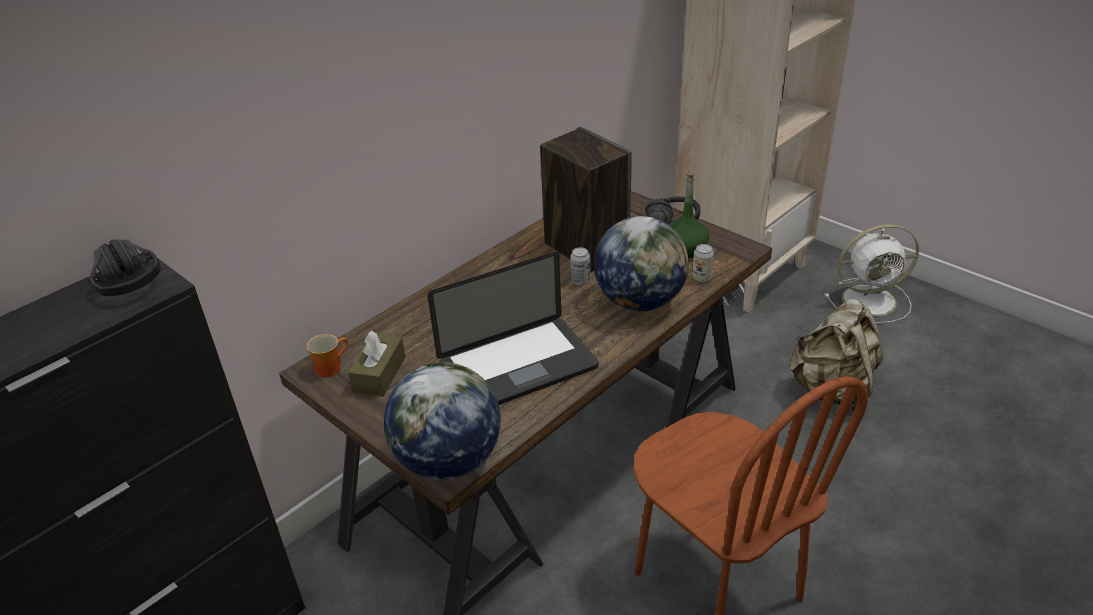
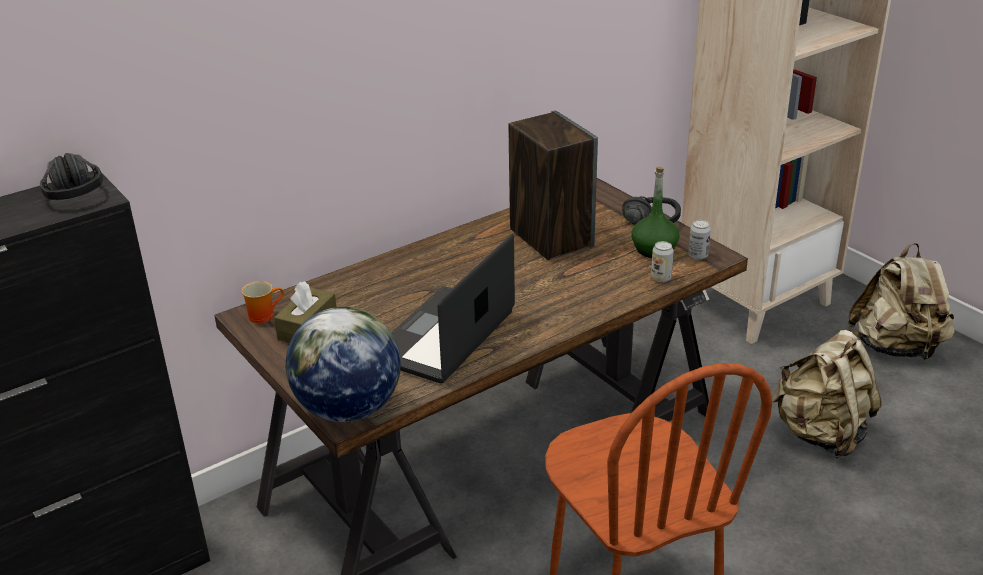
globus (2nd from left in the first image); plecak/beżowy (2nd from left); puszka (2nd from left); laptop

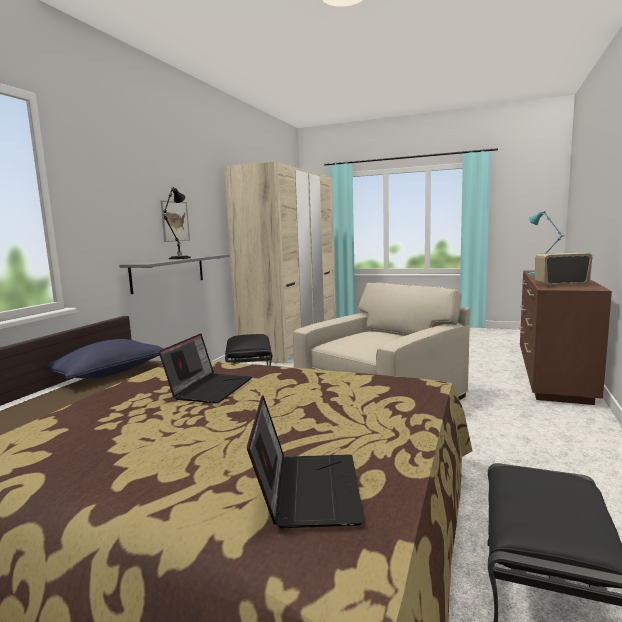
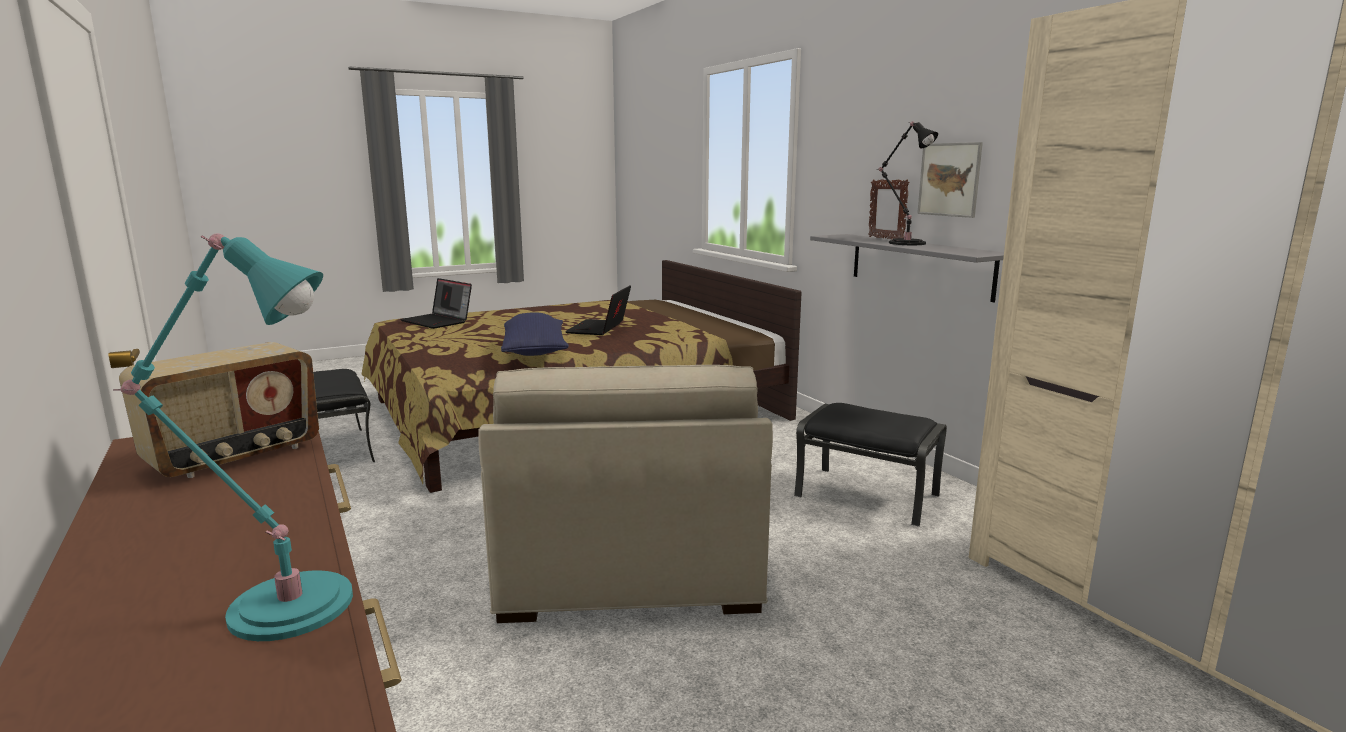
laptop (2nd from left); poduszka/niebieski; ramka na zdjęcie

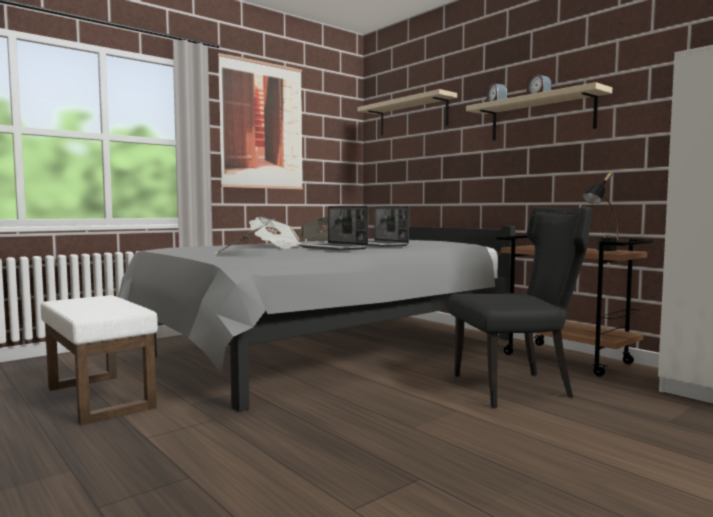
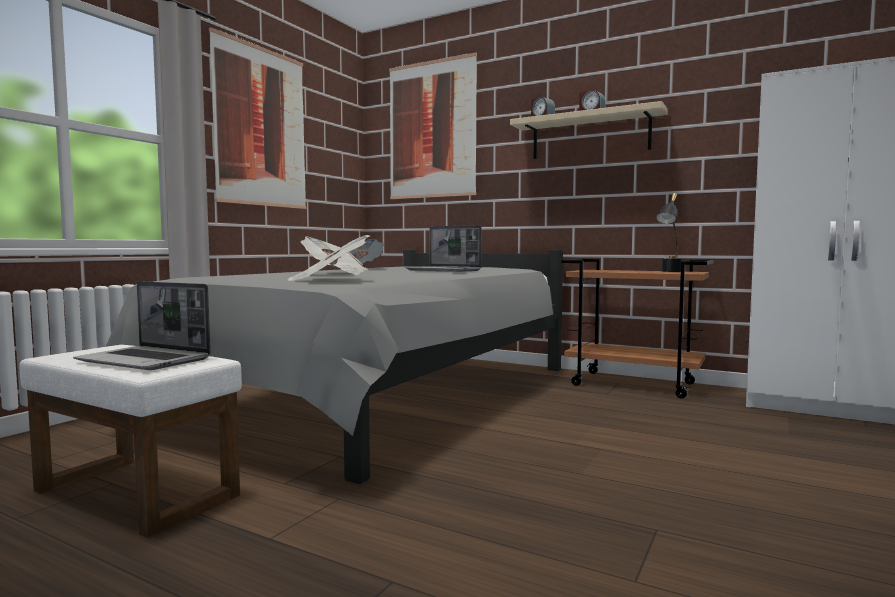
obraz (2nd from left); laptop (1st from left); krzesło/czarny

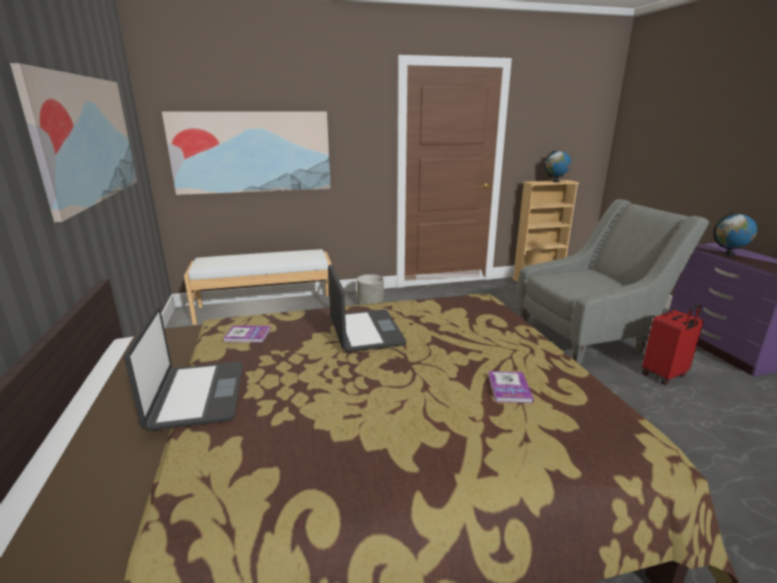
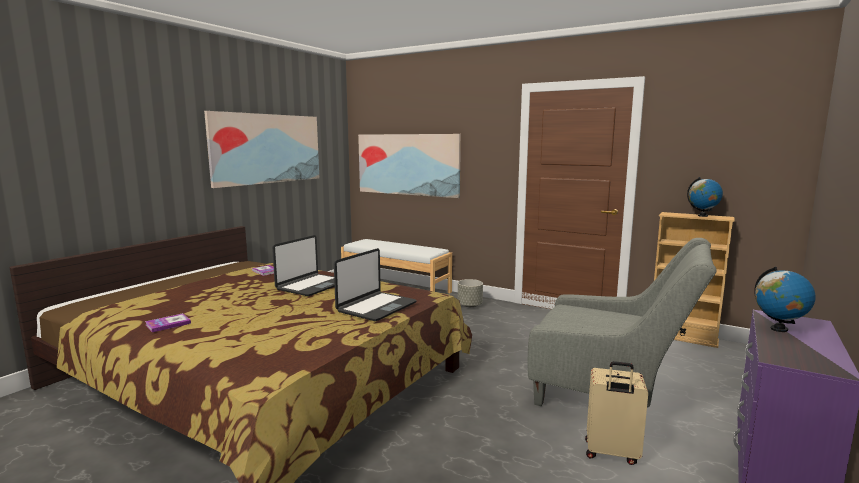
walizka/beżowy; laptop (2nd from left); książka (1st from left)

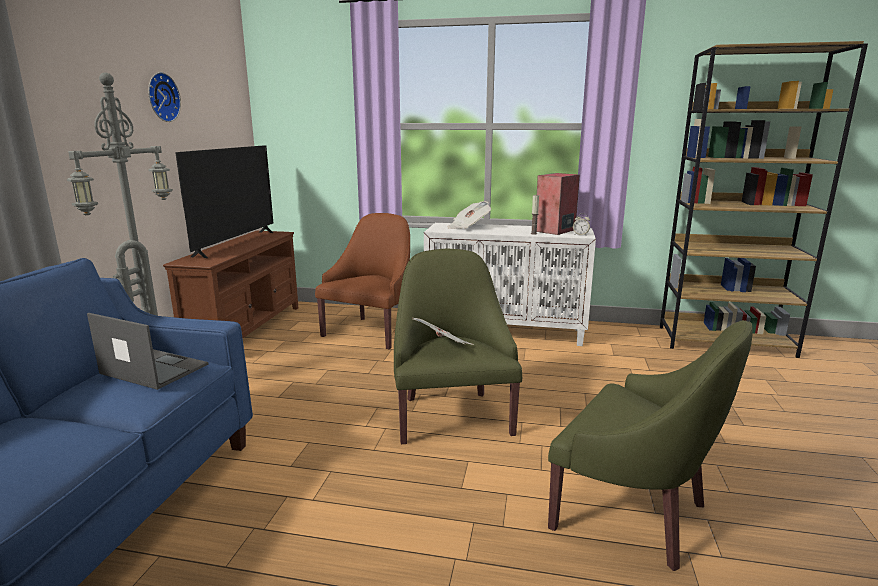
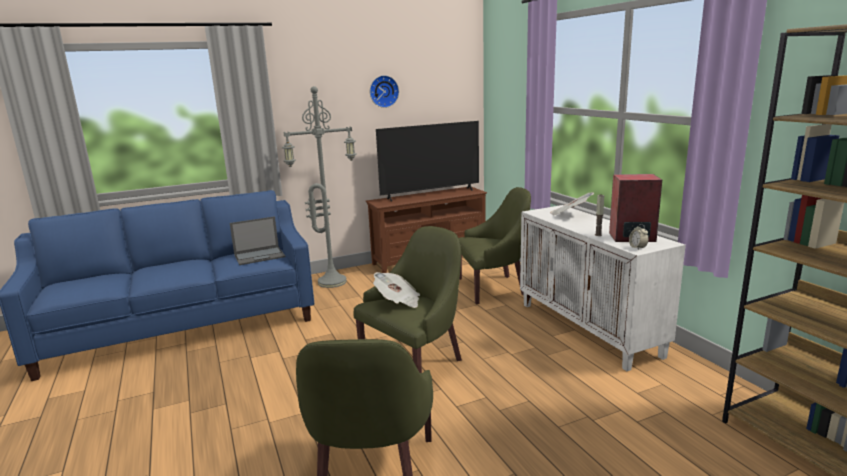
fotel/zielony (3rd from left); laptop

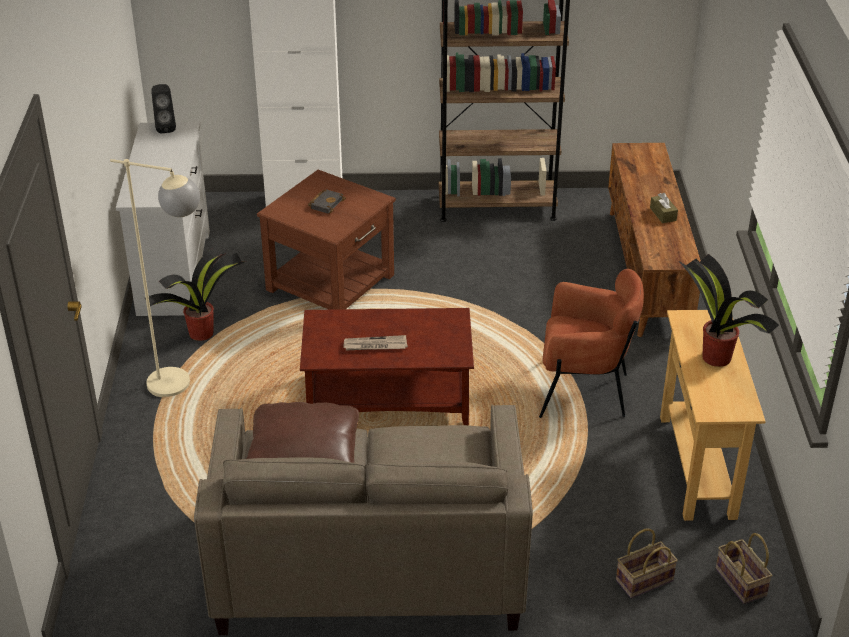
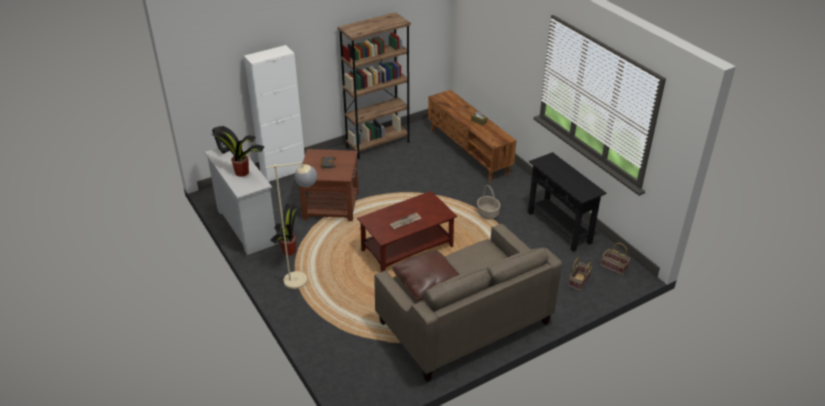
roślina doniczkowa (1st from left); koszyk (1st from left); stolik konsolowy/czarny

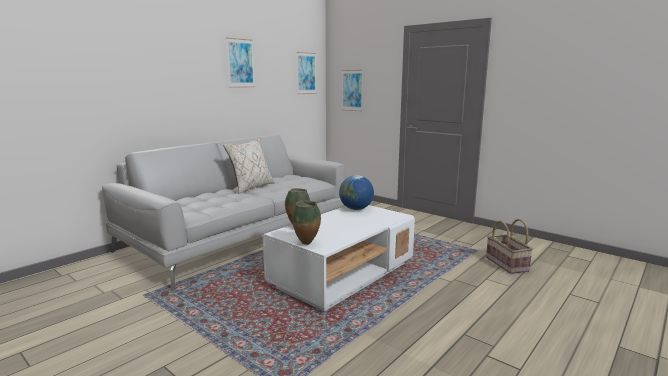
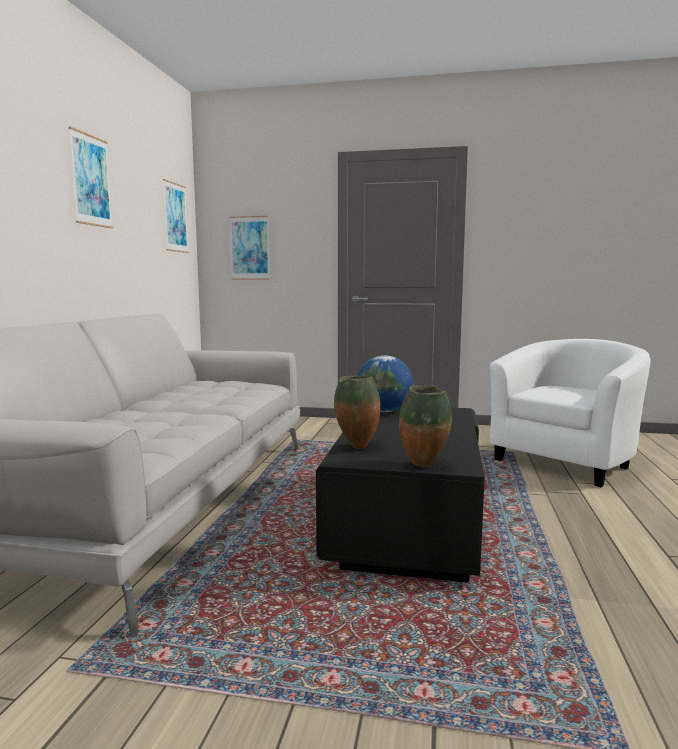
poduszka/beżowy; ława/czarny; fotel/biały

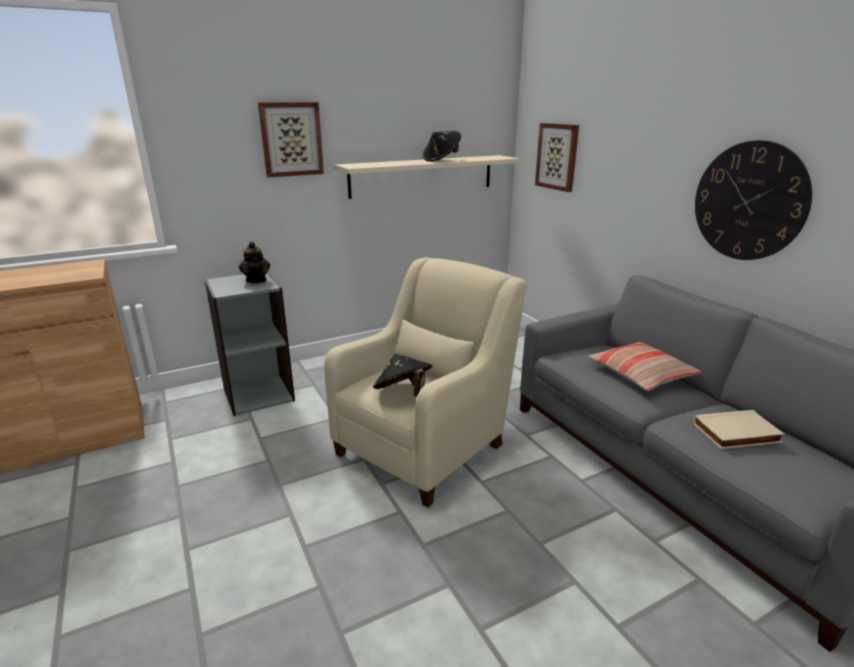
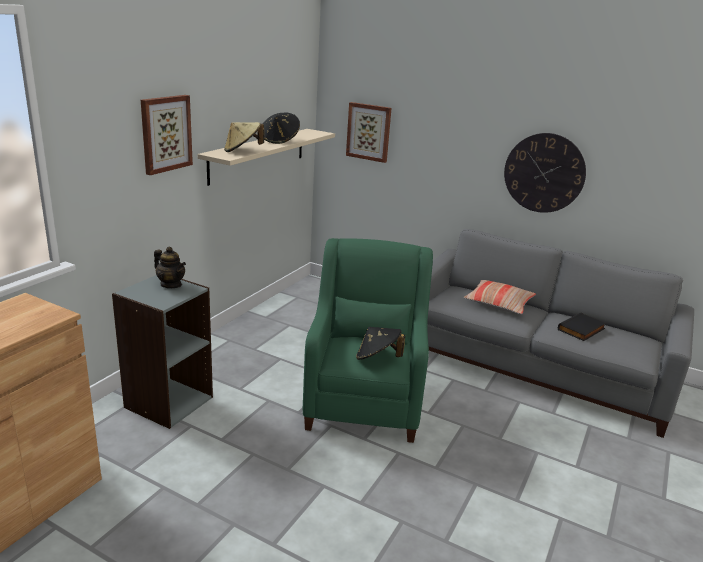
fotel/zielony; książka/czarny; kapelusz/beżowy

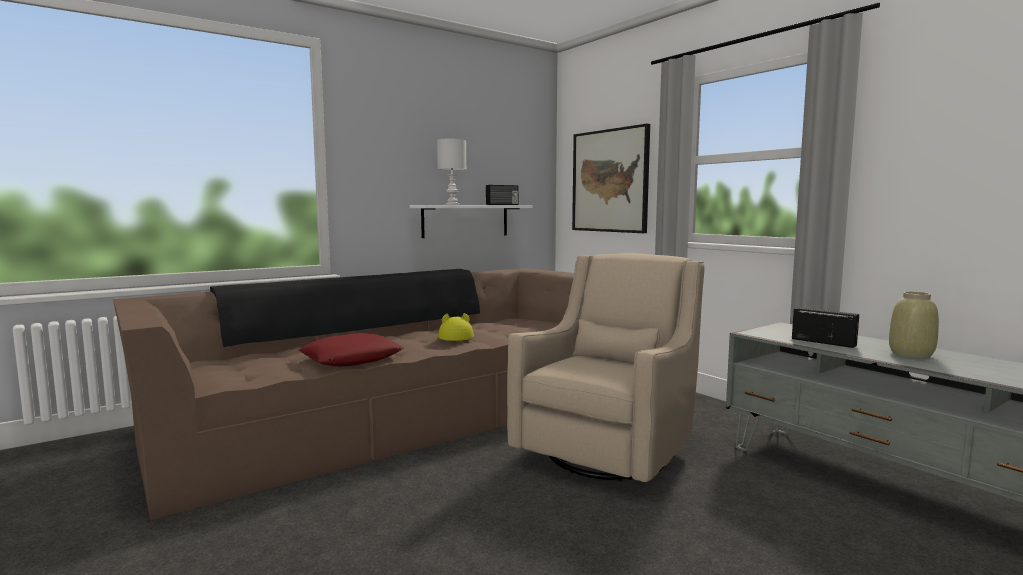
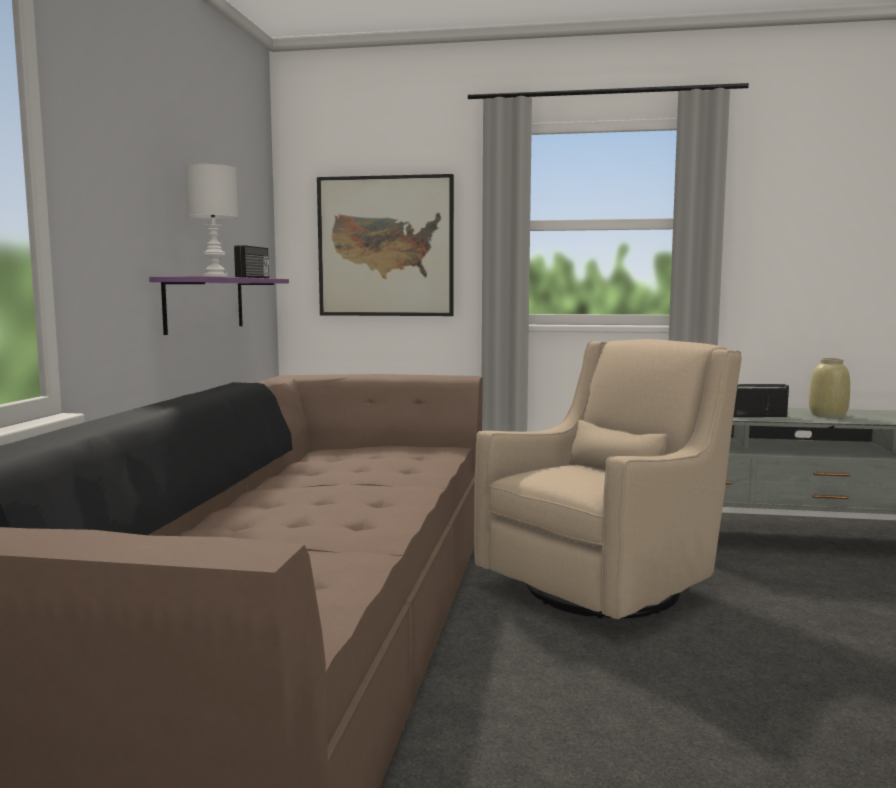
półka/fioletowy; fotel/beżowy; kapelusz/żółty; poduszka/czerwony

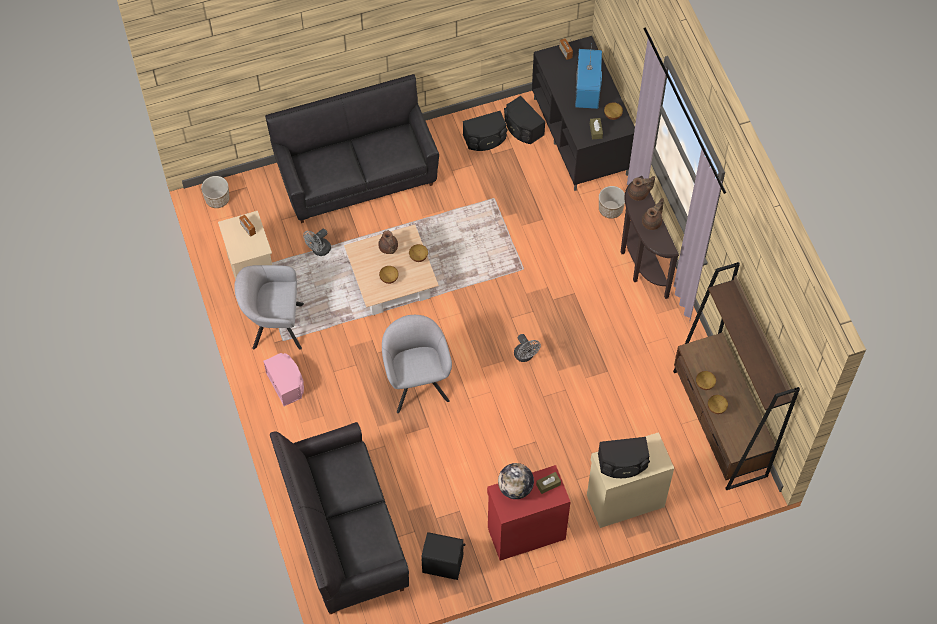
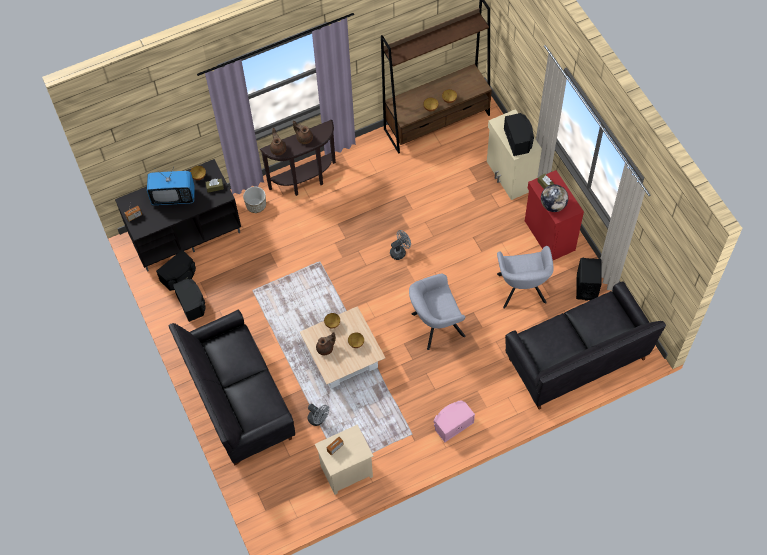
donica (1st from left in the first image); fotel/szary (2nd from left)

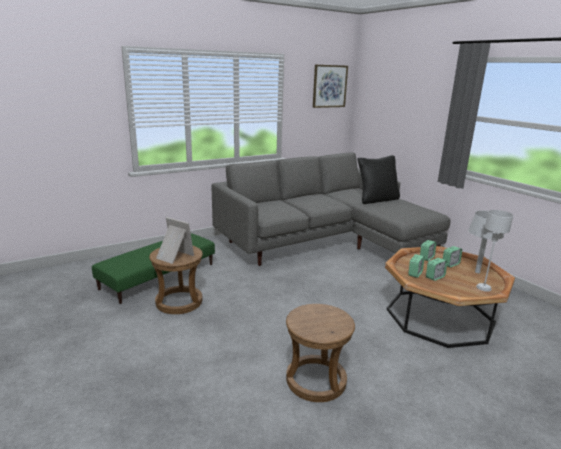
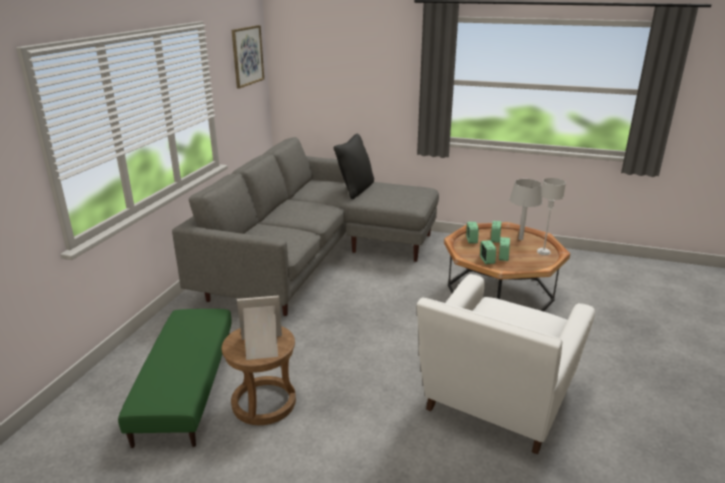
fotel/biały

